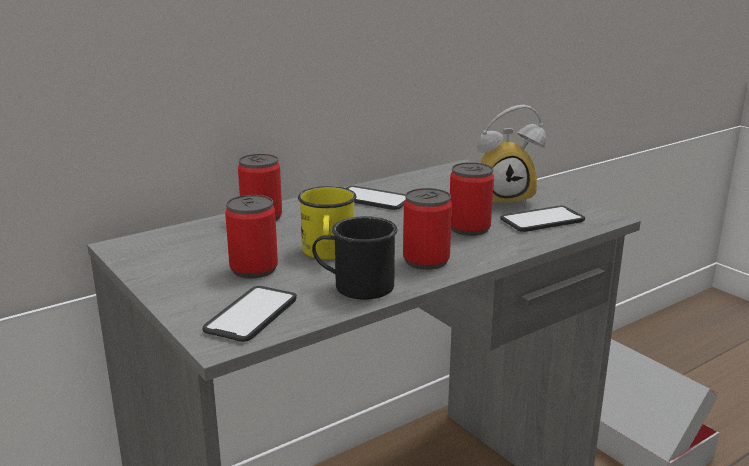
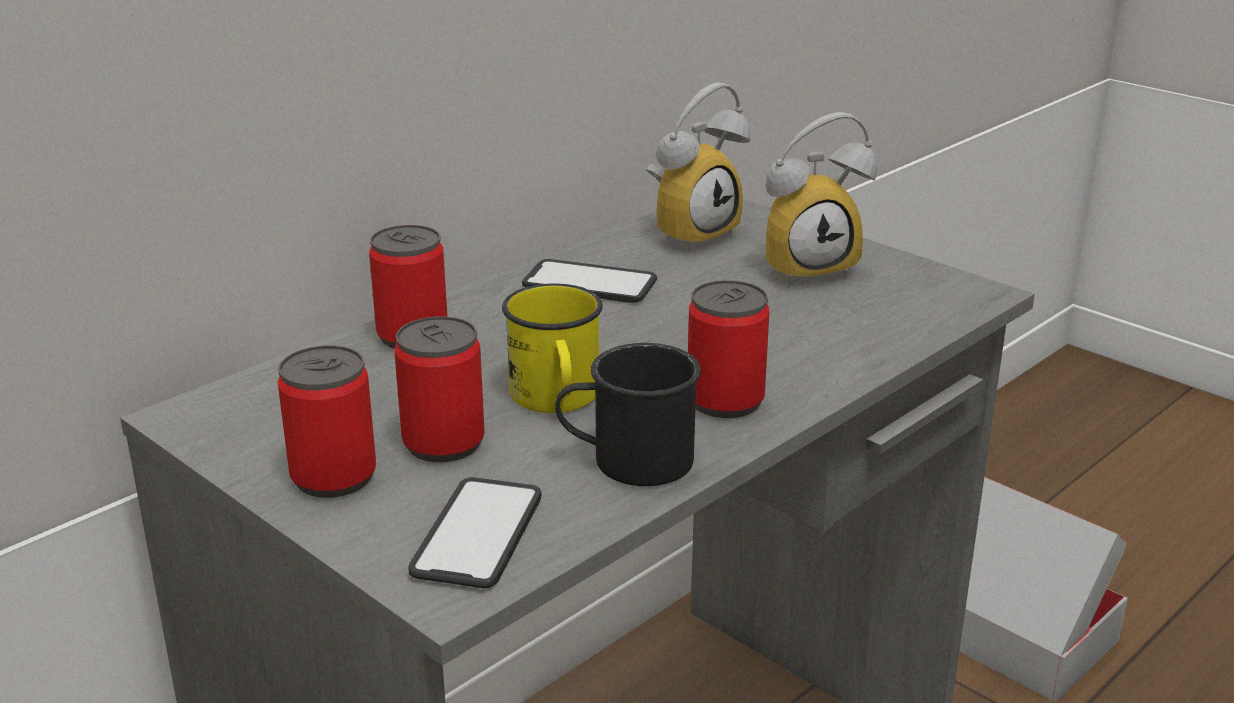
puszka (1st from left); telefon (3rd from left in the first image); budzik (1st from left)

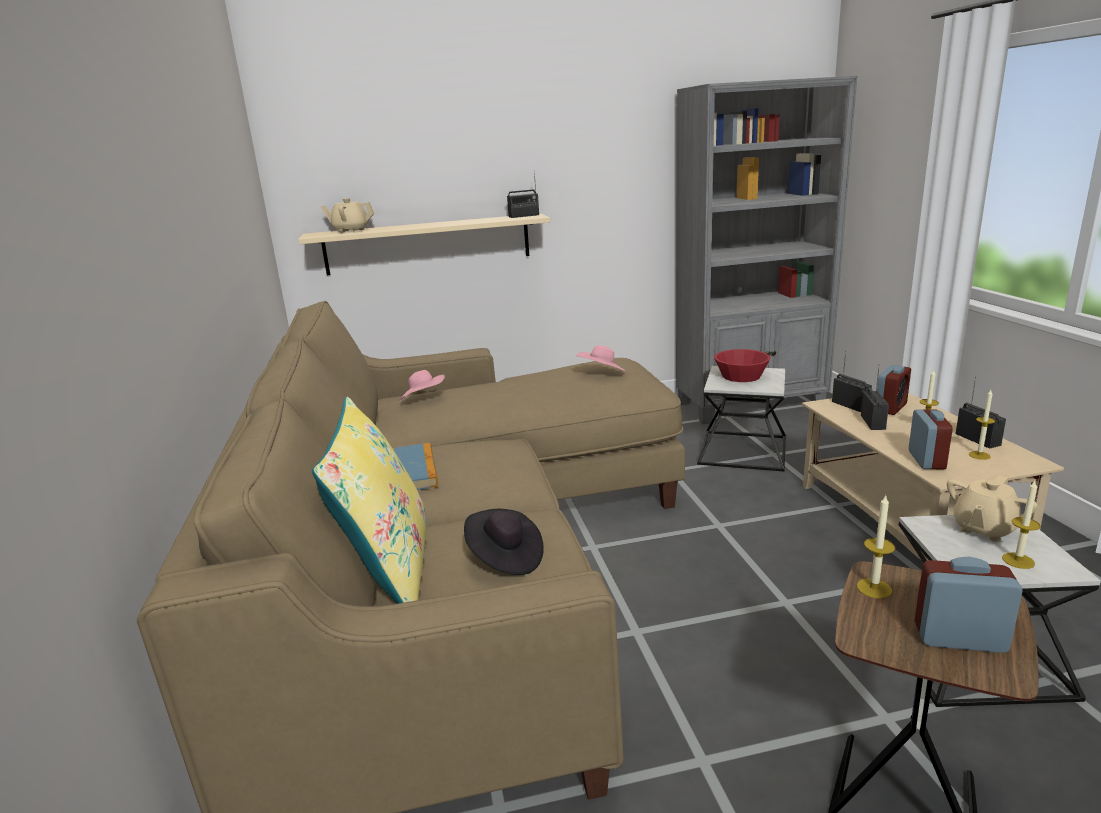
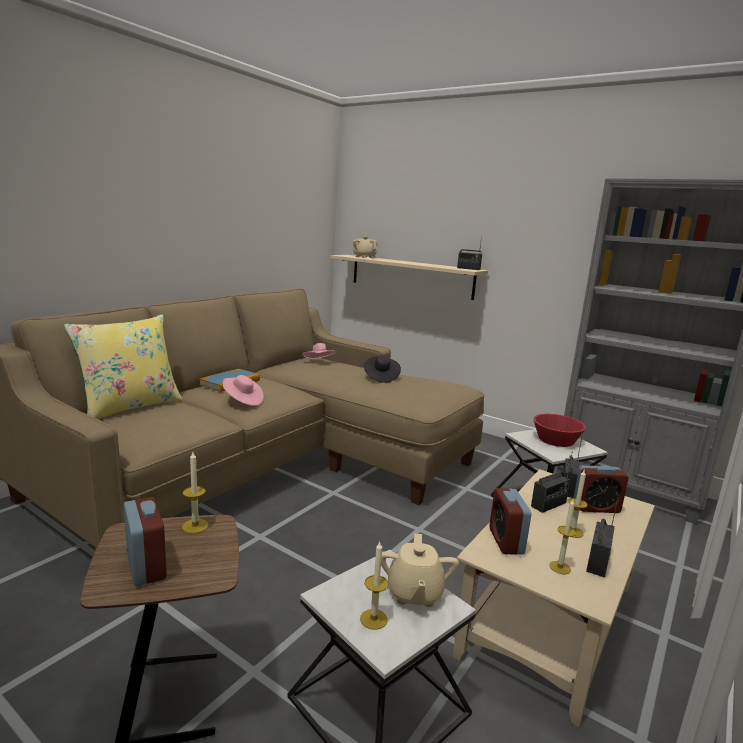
kapelusz/różowy (1st from left); budzik (2nd from left); imbryk/beżowy (2nd from left); kapelusz/czarny

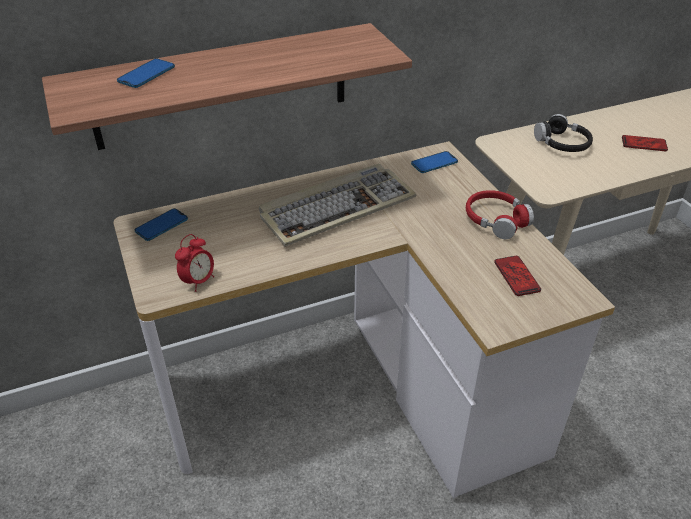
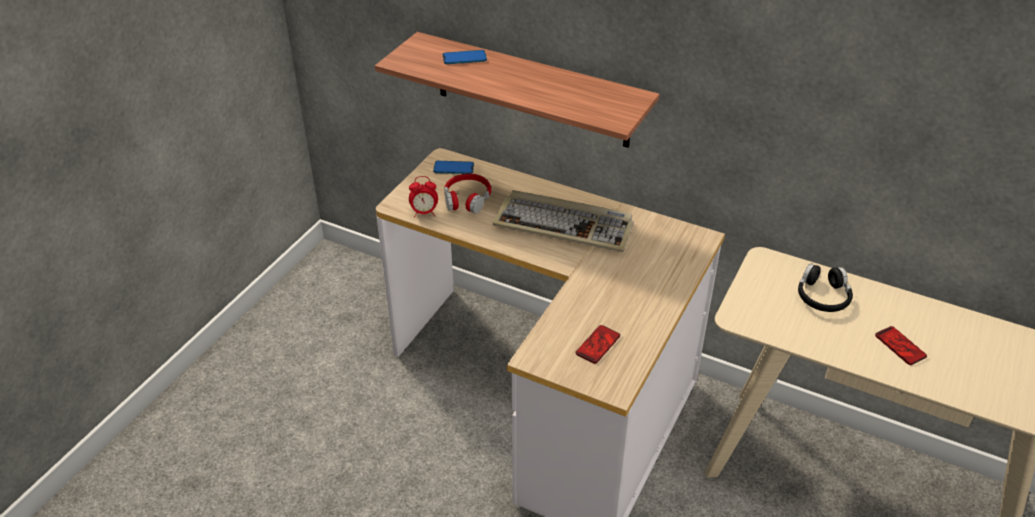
telefon (3rd from left in the first image); słuchawki/czerwony

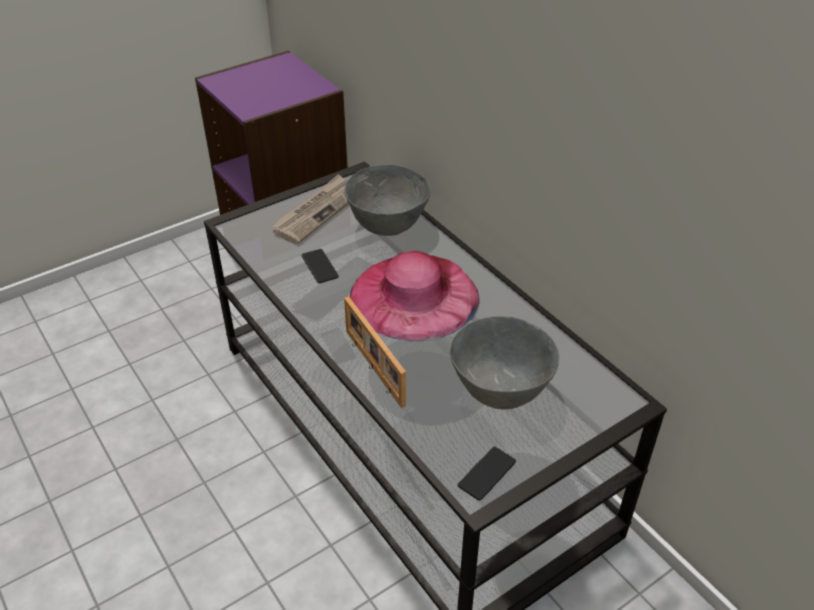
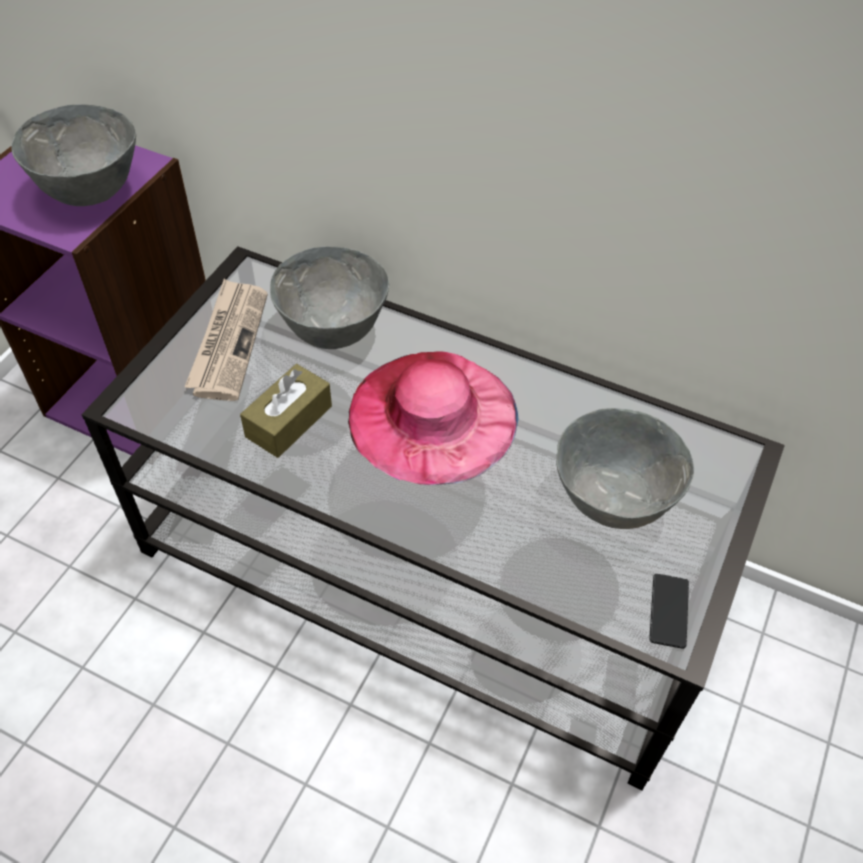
pudełko chusteczek/brązowy; ramka na zdjęcie; miska/szary (1st from left)

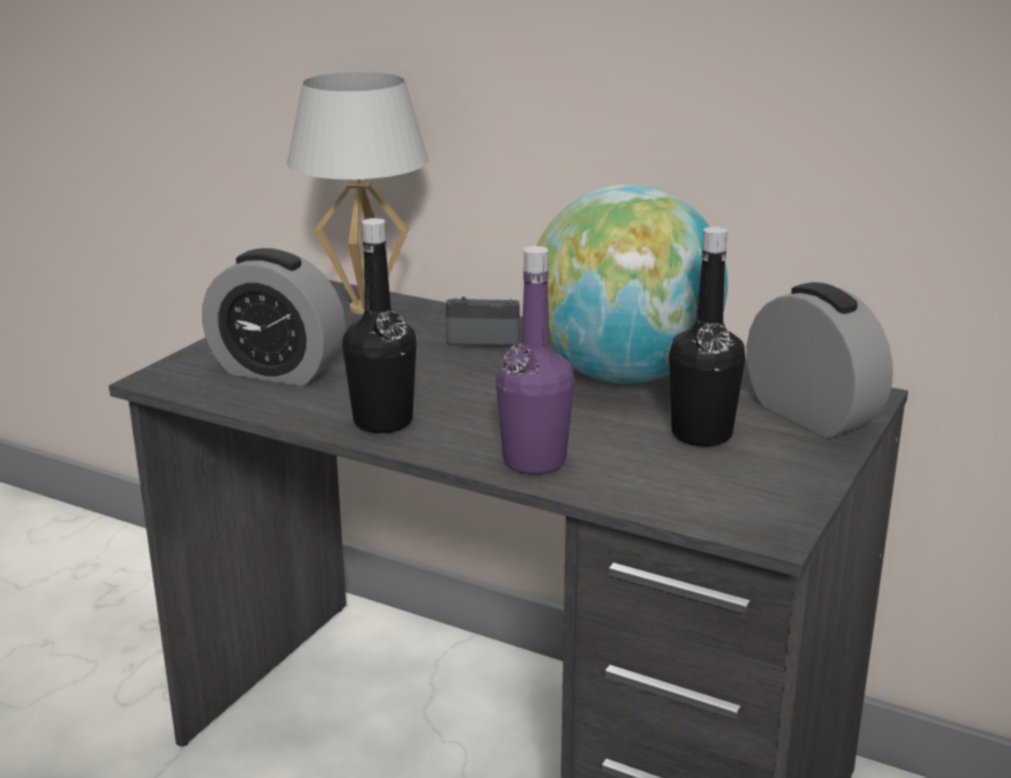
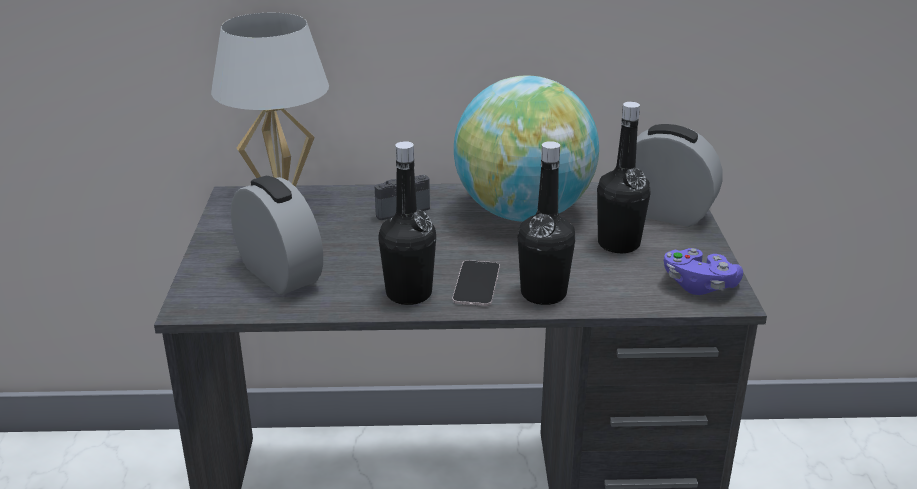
butelka/czarny (2nd from left); budzik (1st from left); pad do gier/fioletowy; telefon

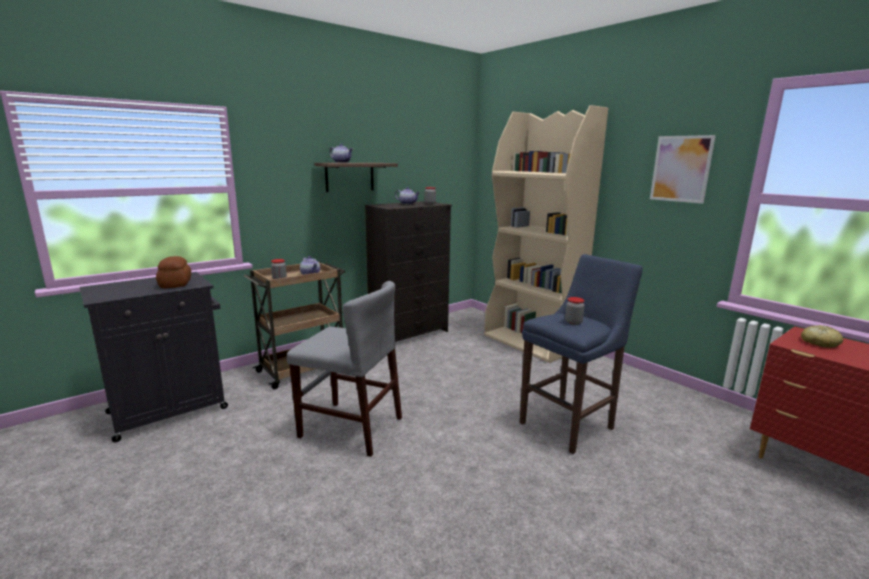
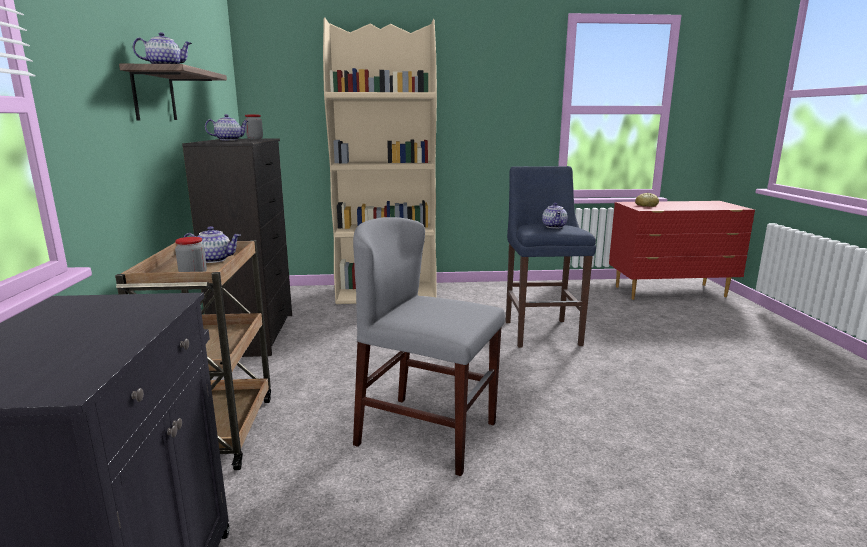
obraz; chleb (1st from left in the first image); krzesło/szary; imbryk (4th from left)

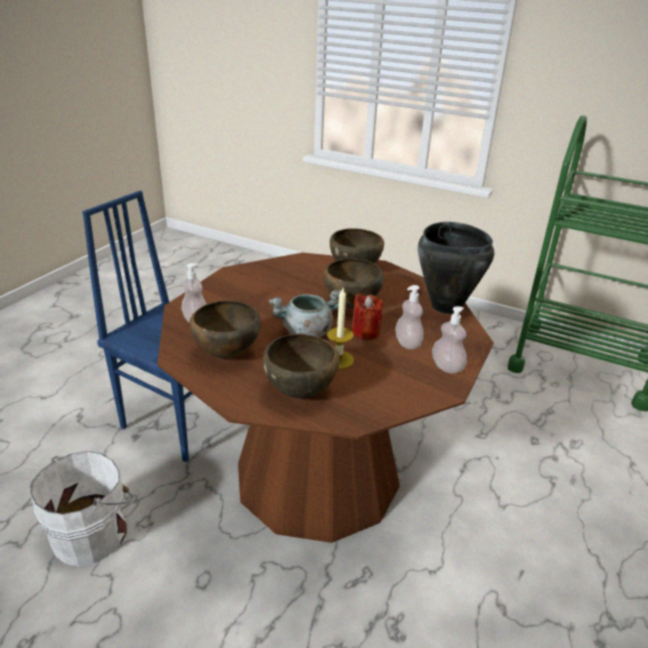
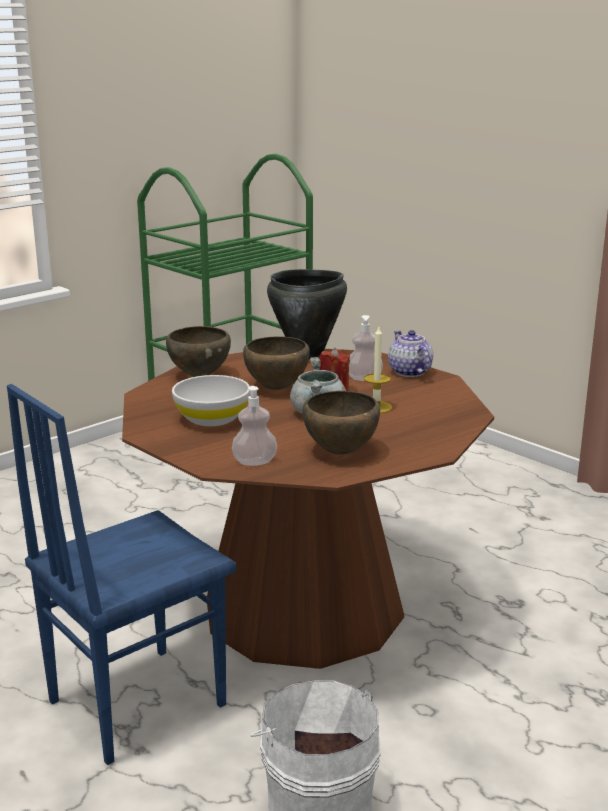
imbryk; miska/brązowy (2nd from left in the first image); miska/biały

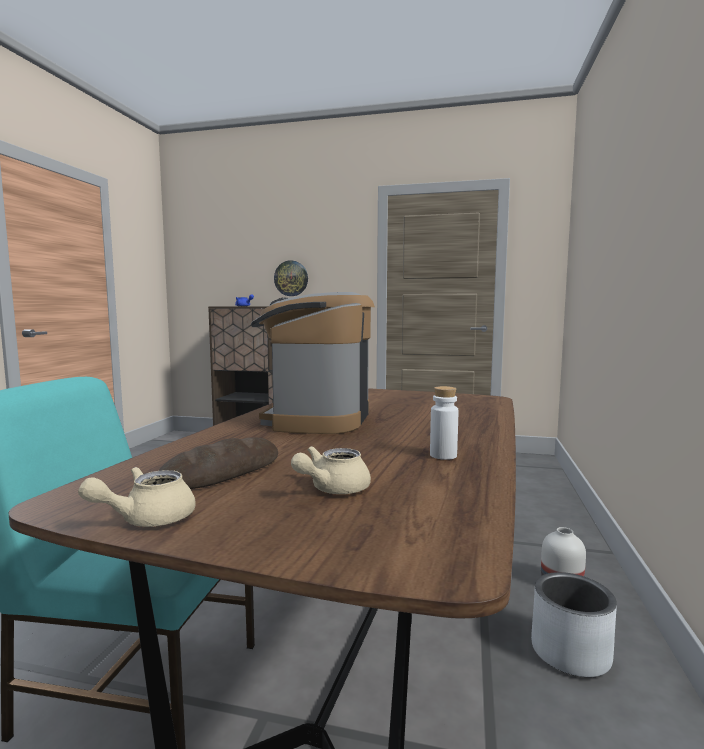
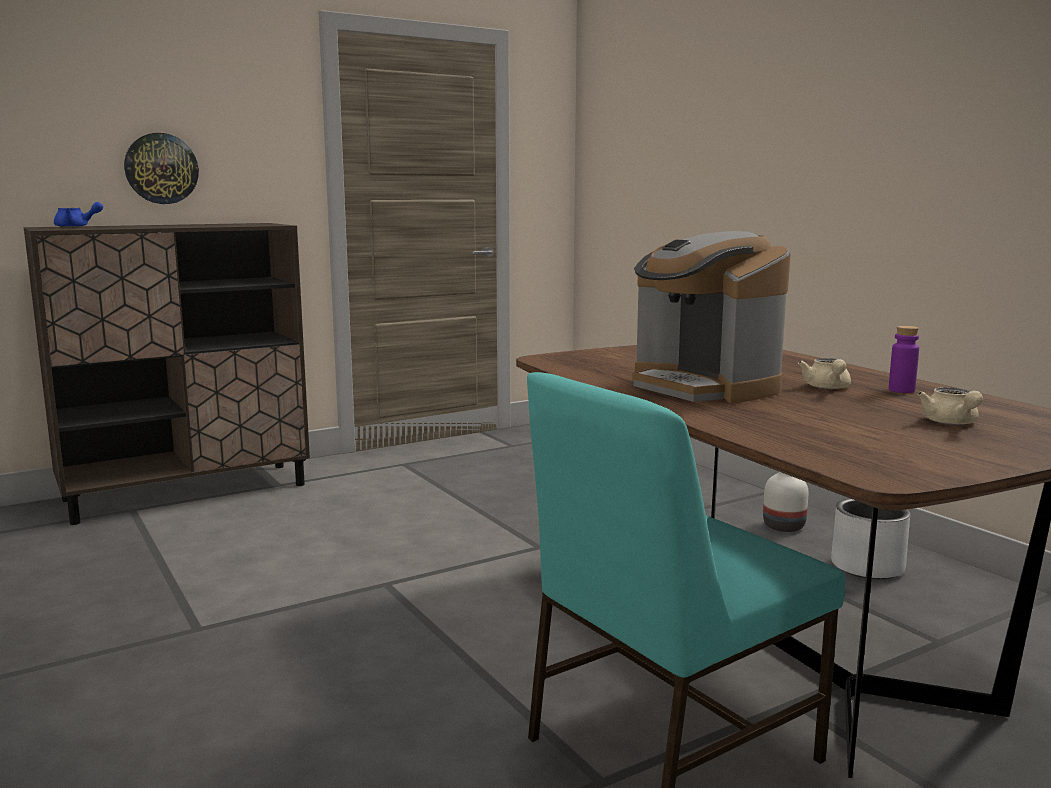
butelka/fioletowy; chleb; imbryk/beżowy (1st from left)

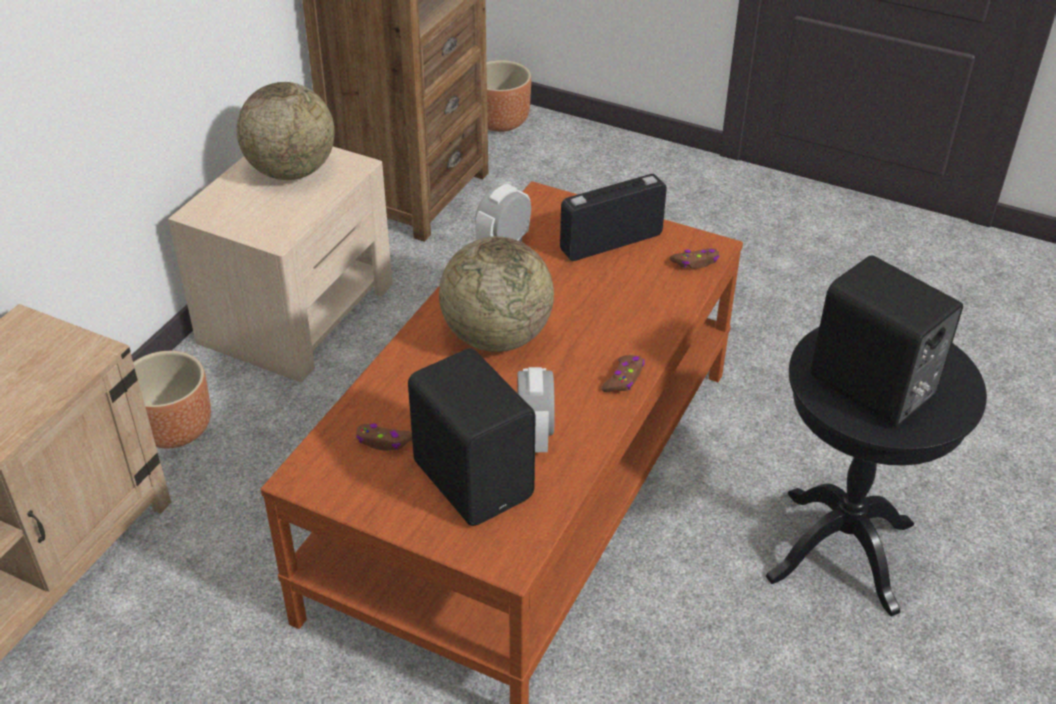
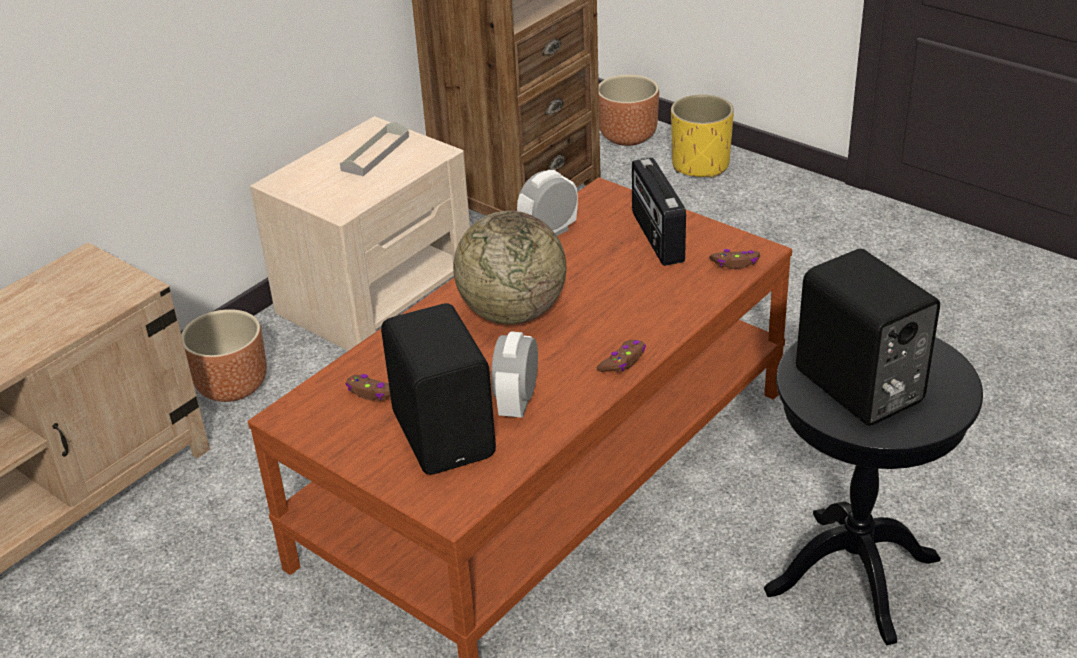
taca/szary; radio; donica/żółty

